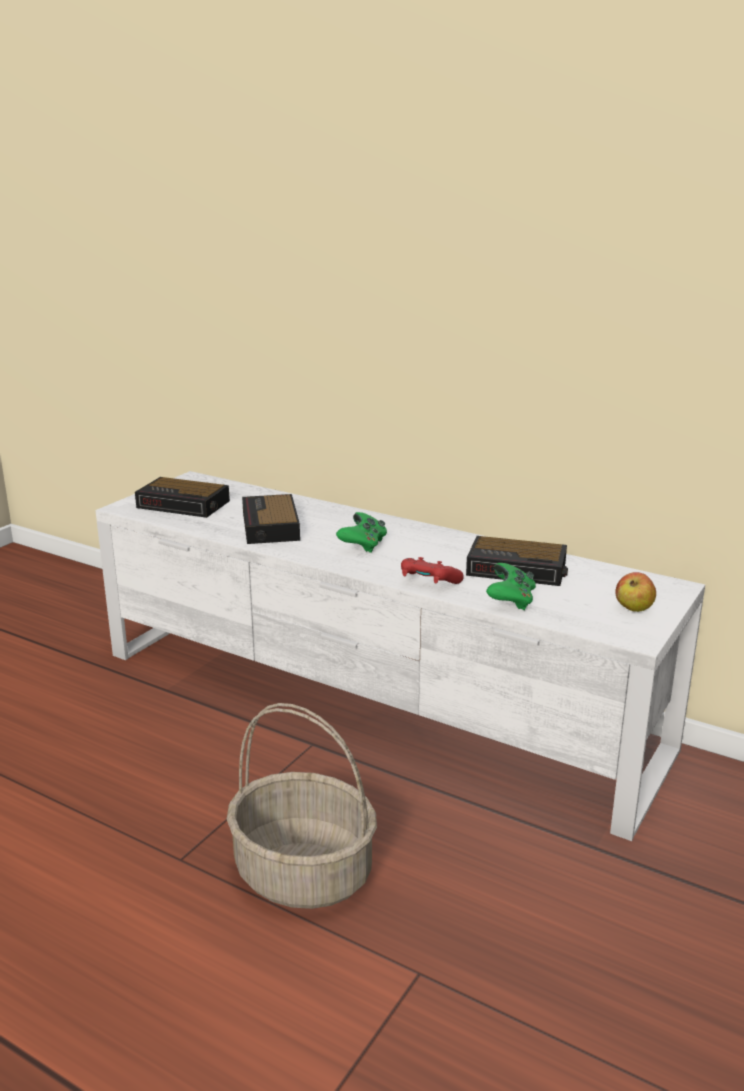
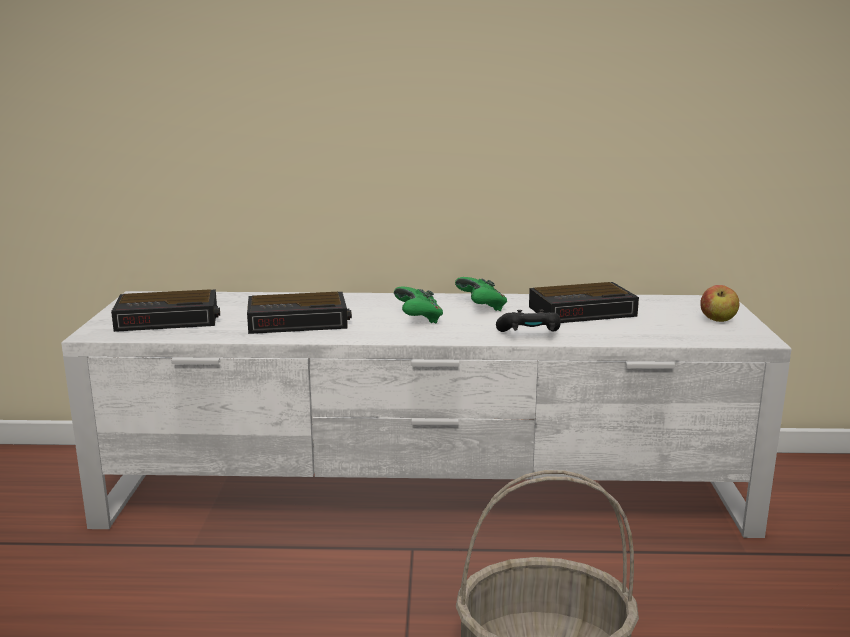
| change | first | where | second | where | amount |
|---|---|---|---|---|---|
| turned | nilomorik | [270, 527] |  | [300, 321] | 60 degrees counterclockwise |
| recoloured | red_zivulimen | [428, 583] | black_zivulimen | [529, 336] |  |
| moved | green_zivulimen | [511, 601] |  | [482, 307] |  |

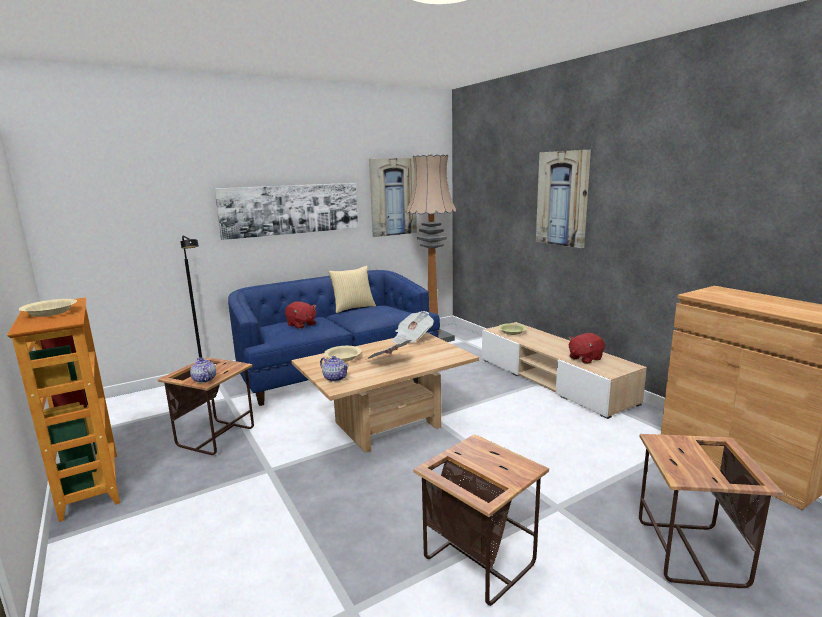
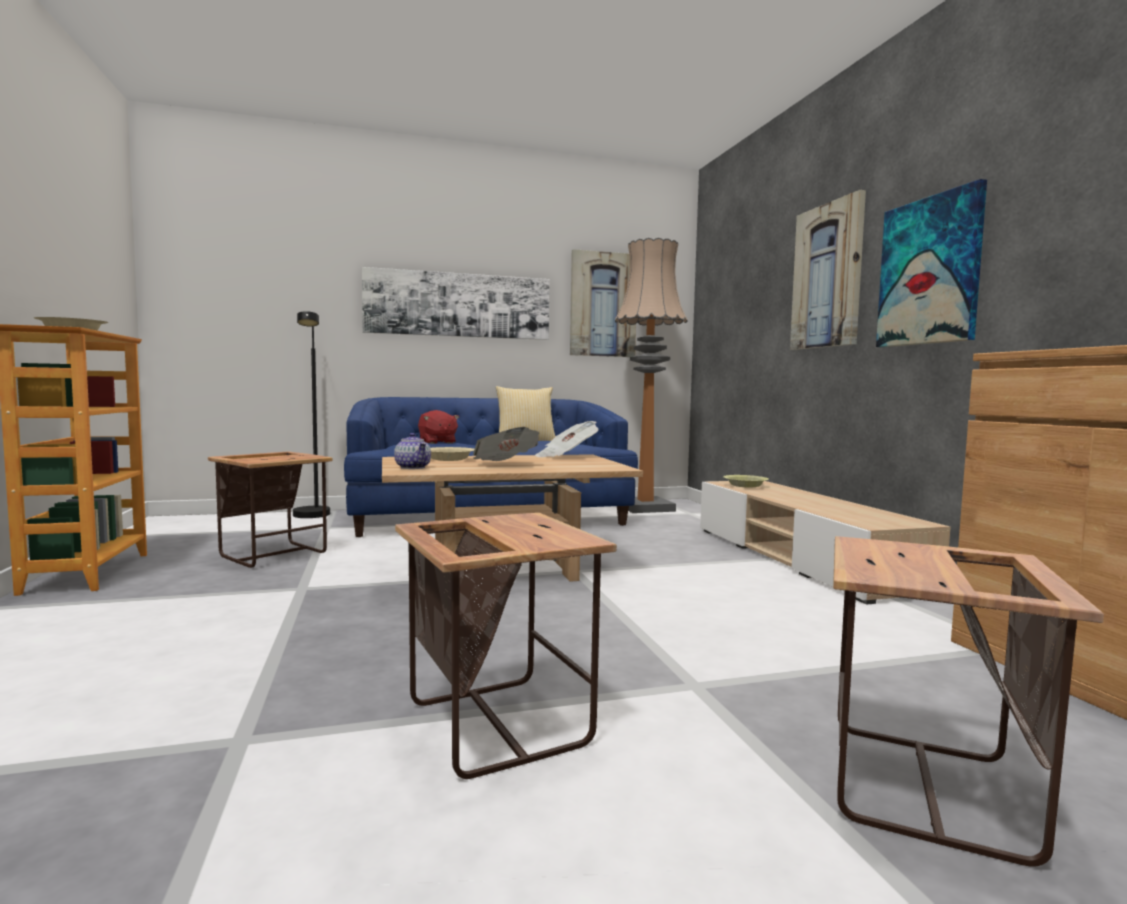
| change | first | where | second | where | amount |
|---|---|---|---|---|---|
| removed | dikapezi | [204, 380] |  |  |  |
| removed | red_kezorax | [585, 358] |  |  |  |
| added |  |  | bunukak | [929, 271] |  |

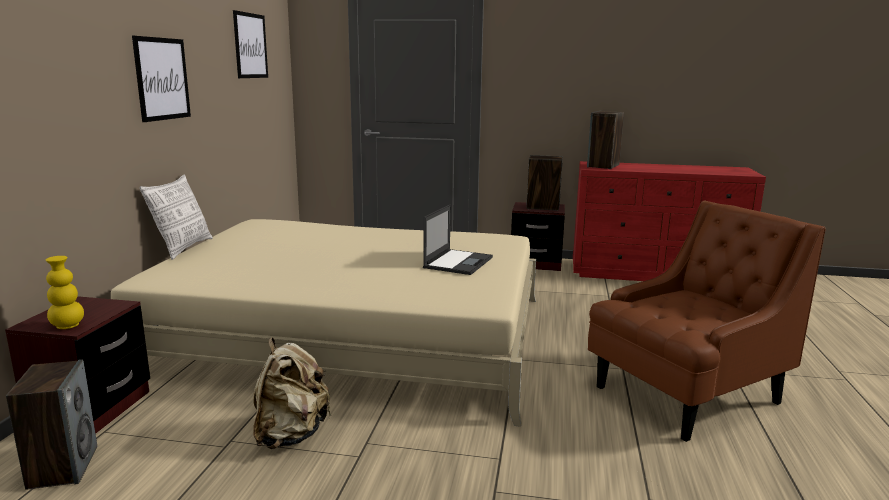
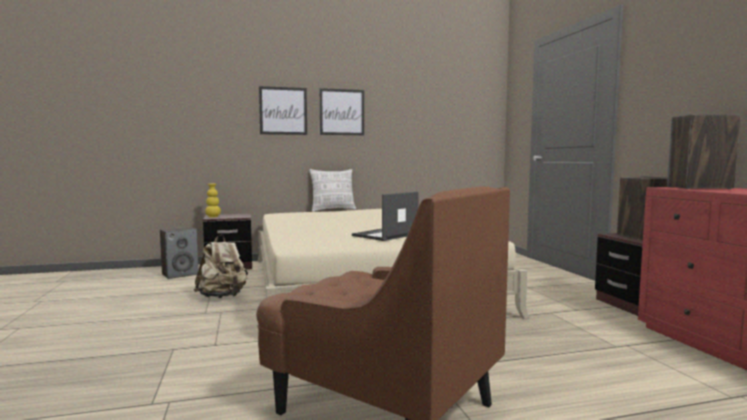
| change | first | where | second | where | amount |
|---|---|---|---|---|---|
| moved | bunukak | [250, 45] |  | [283, 111] |  |
| turned | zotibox | [458, 262] |  | [385, 235] | 135 degrees clockwise |

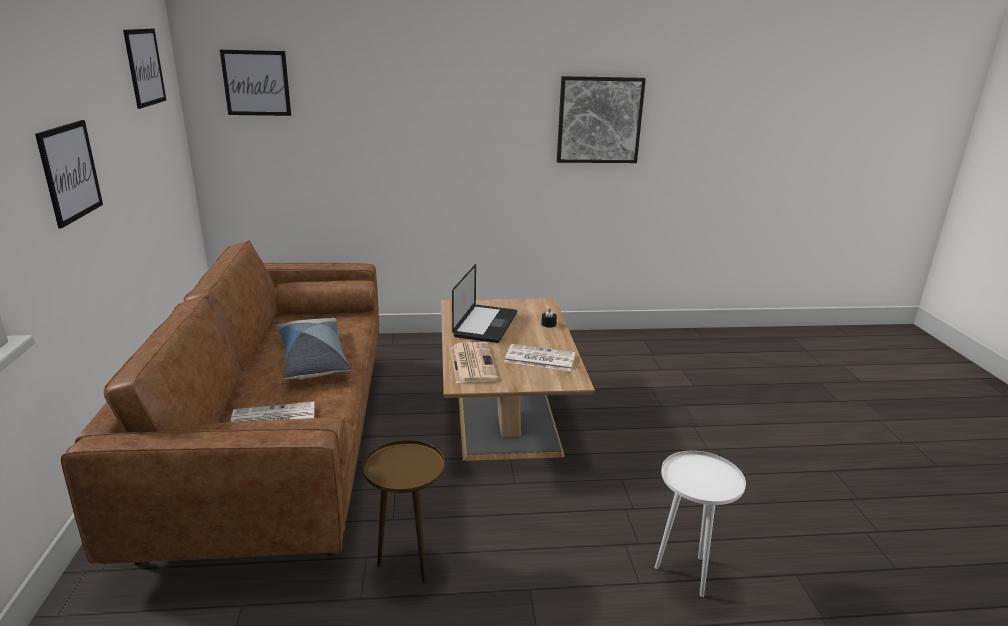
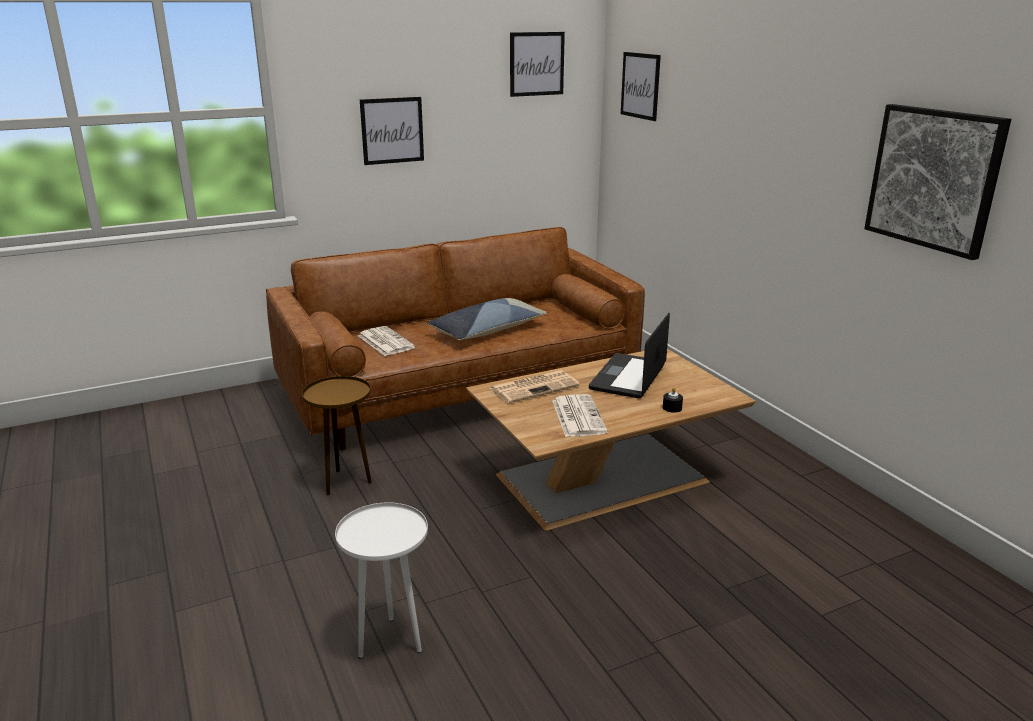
| change | first | where | second | where | amount |
|---|---|---|---|---|---|
| turned | zotibox | [485, 325] |  | [628, 377] | 120 degrees clockwise |

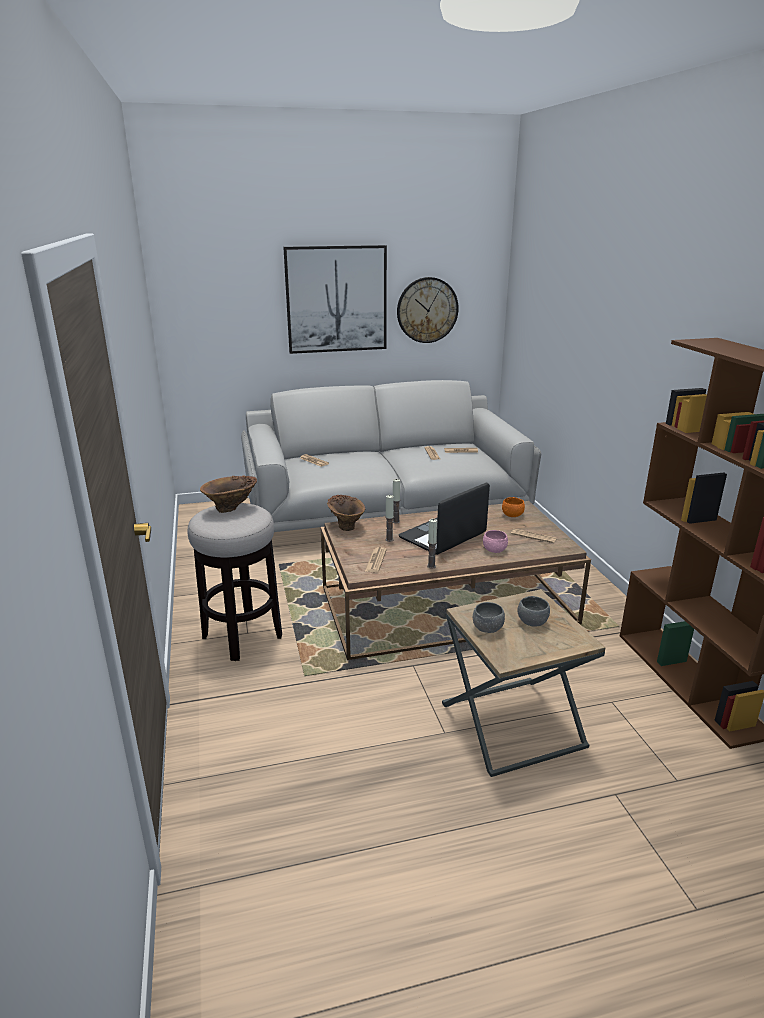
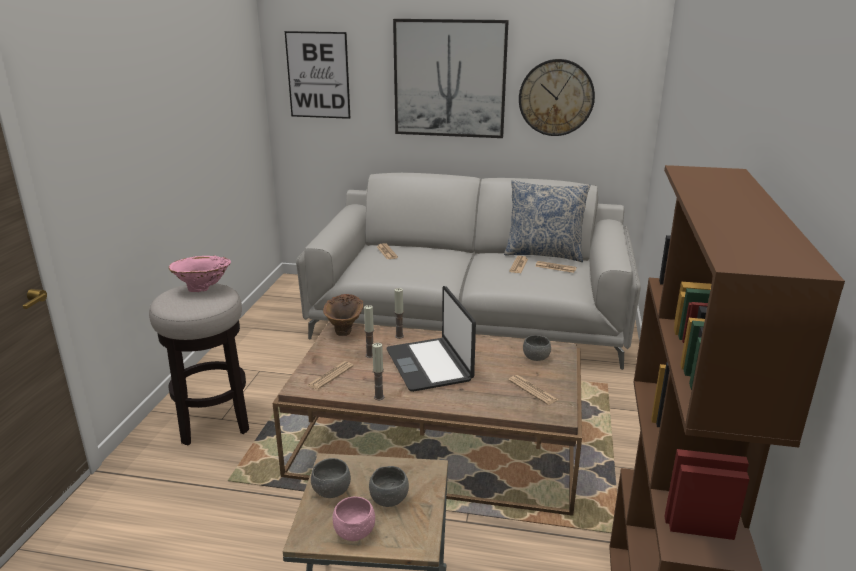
| change | first | where | second | where | amount |
|---|---|---|---|---|---|
| recoloured | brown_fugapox | [231, 509] | pink_fugapox | [203, 289] |  |
| turned | zotibox | [443, 536] |  | [430, 365] | 90 degrees counterclockwise |
| moved | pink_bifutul | [494, 550] |  | [354, 532] |  |
| recoloured | orange_bifutul | [512, 515] | grey_bifutul | [536, 358] |  |
| added |  |  | bunukak | [318, 75] |  |
| added |  |  | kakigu | [544, 254] |  |

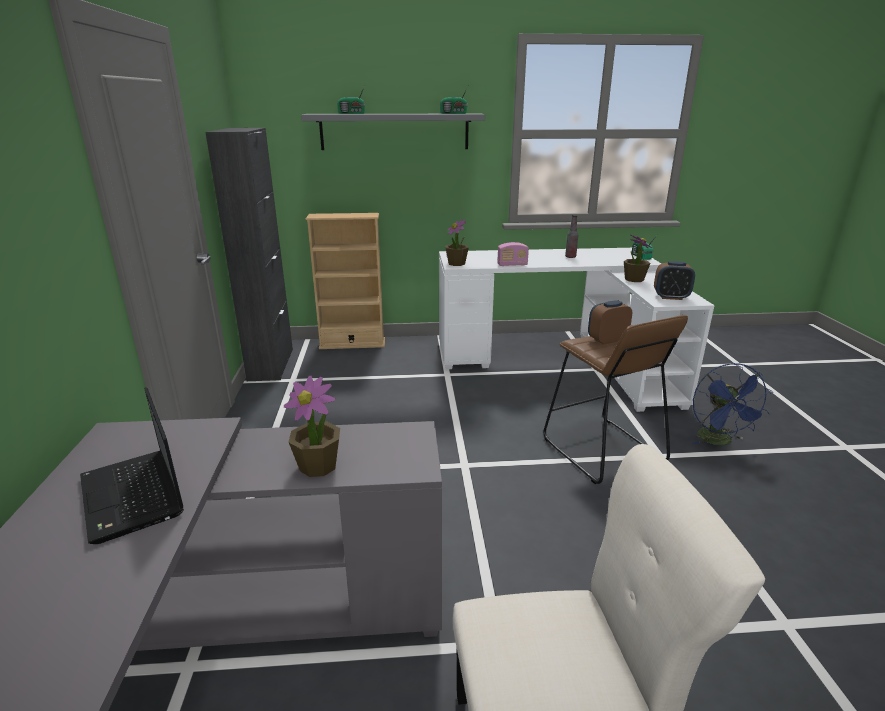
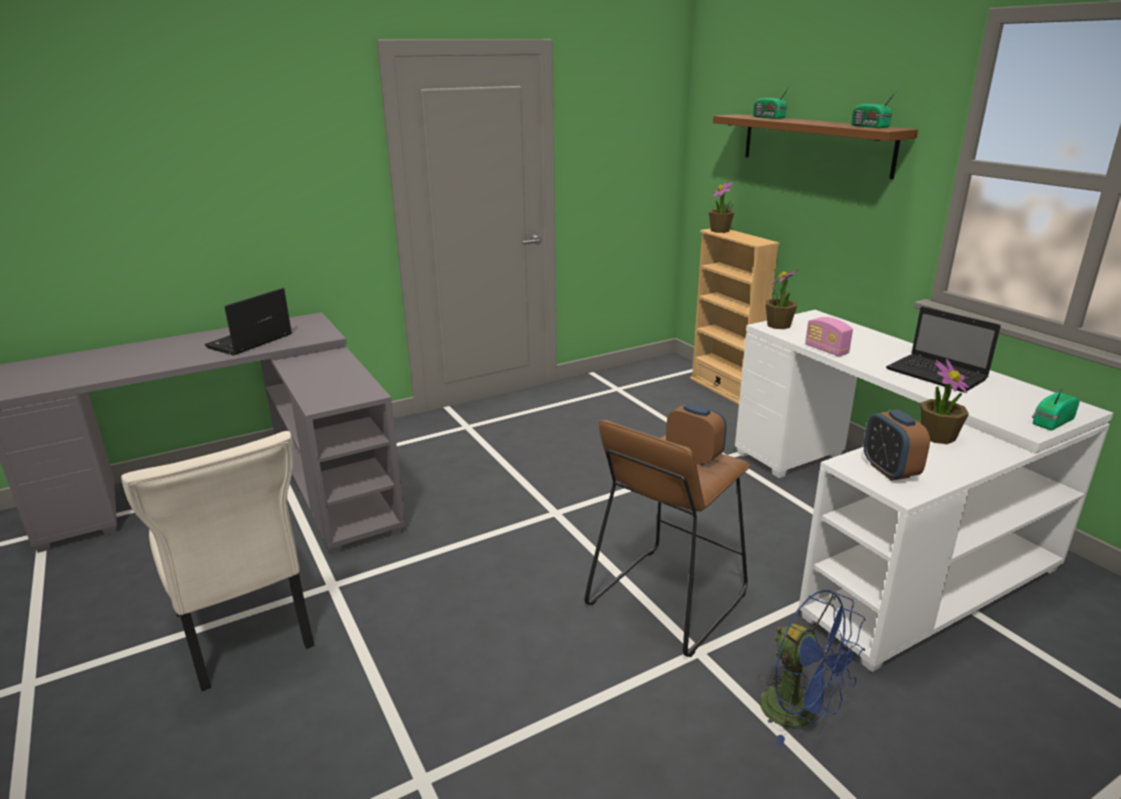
| change | first | where | second | where | amount |
|---|---|---|---|---|---|
| removed | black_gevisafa | [271, 364] |  |  |  |
| moved | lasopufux | [318, 466] |  | [720, 230] |  |
| recoloured | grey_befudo | [394, 131] | brown_befudo | [815, 144] |  |
| replaced | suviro | [570, 257] | zotibox | [938, 375] |  |
| turned | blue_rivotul | [719, 441] |  | [800, 713] | 105 degrees counterclockwise |

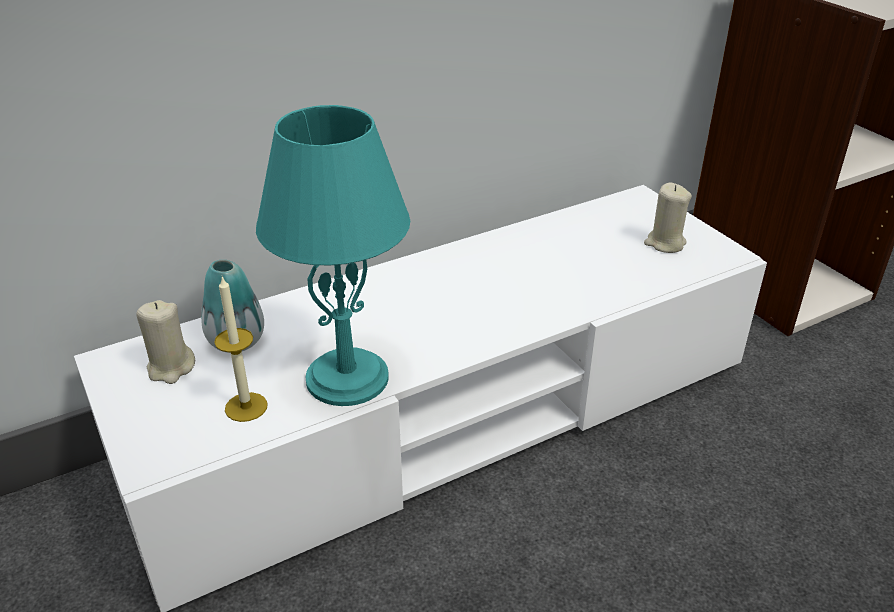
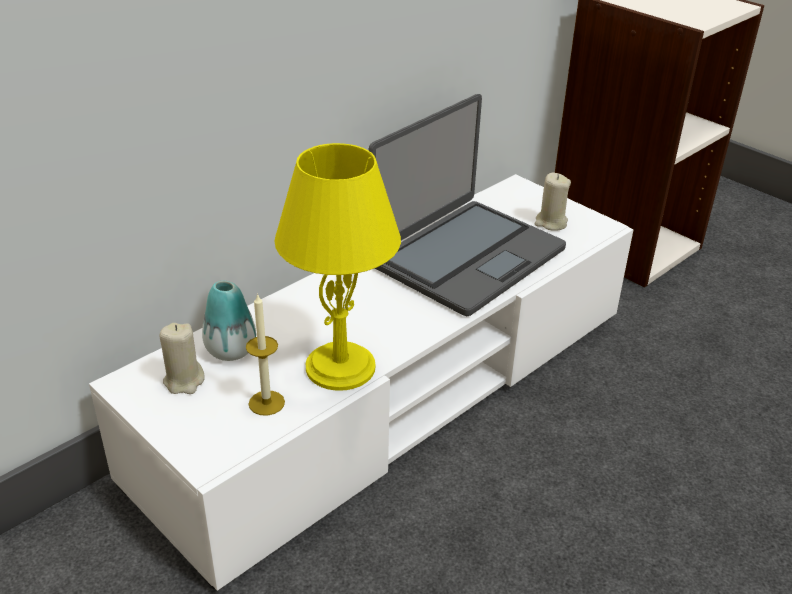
| change | first | where | second | where | amount |
|---|---|---|---|---|---|
| recoloured | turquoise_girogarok | [347, 377] | yellow_girogarok | [340, 366] |  |
| added |  |  | zotibox | [466, 257] |  |

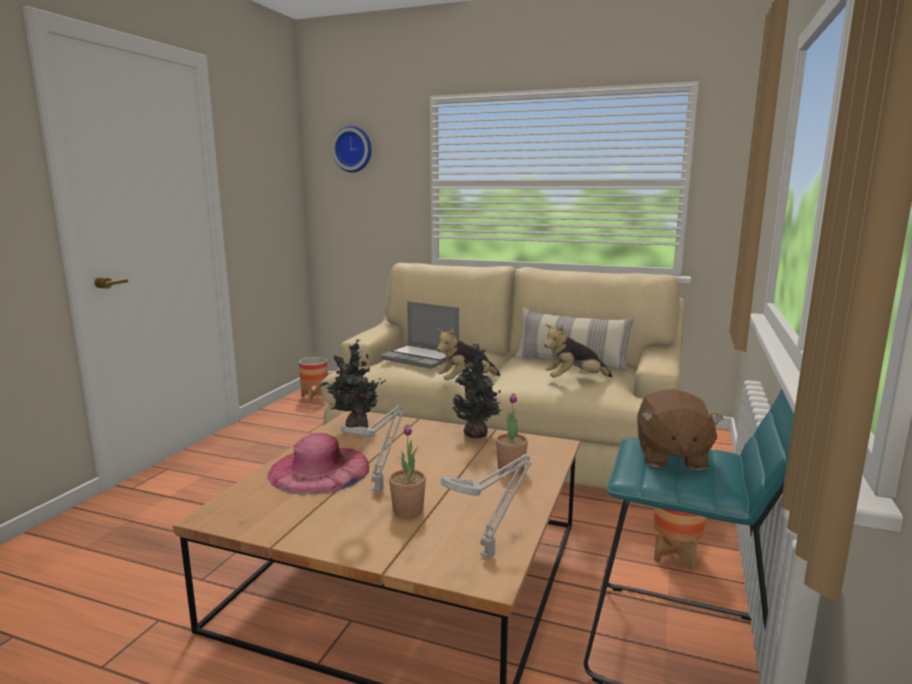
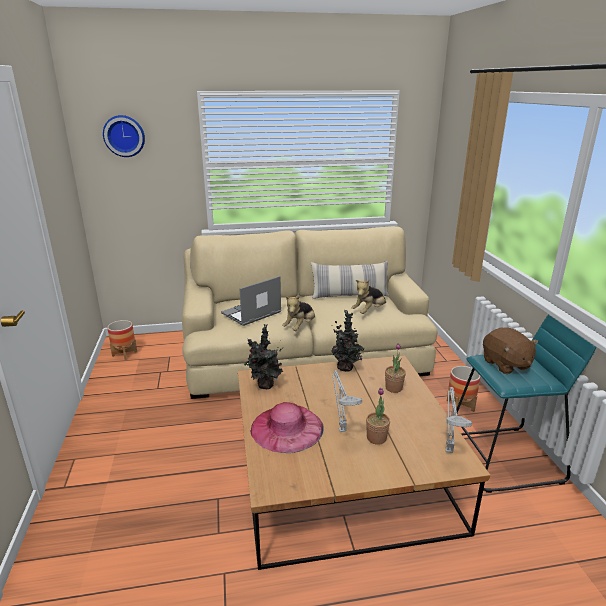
| change | first | where | second | where | amount |
|---|---|---|---|---|---|
| turned | zotibox | [421, 358] |  | [251, 314] | 135 degrees clockwise |

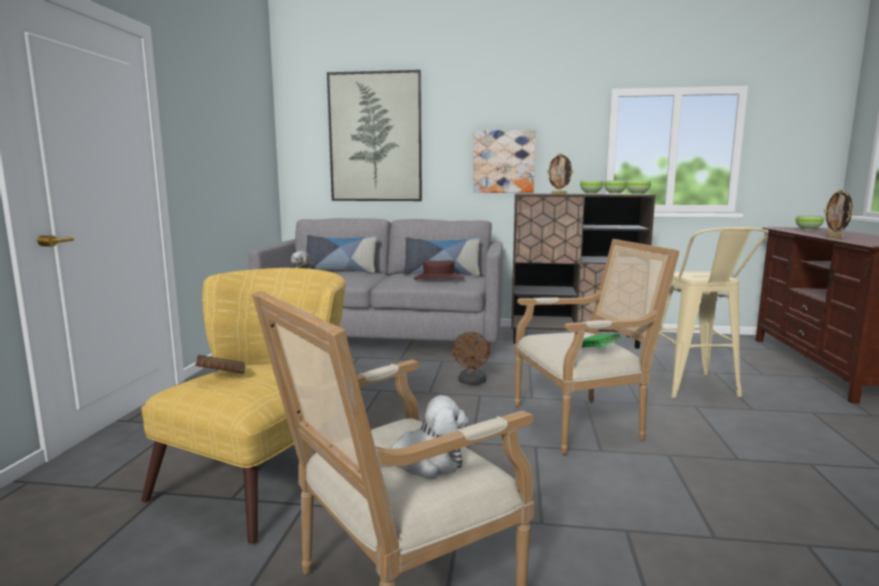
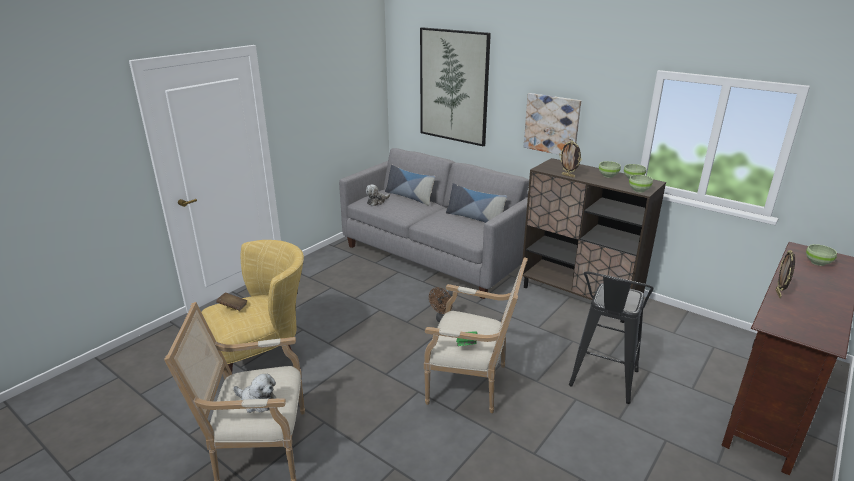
| change | first | where | second | where | amount |
|---|---|---|---|---|---|
| removed | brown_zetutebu | [439, 279] |  |  |  |
| recoloured | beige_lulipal | [695, 389] | black_lulipal | [601, 383] |  |

